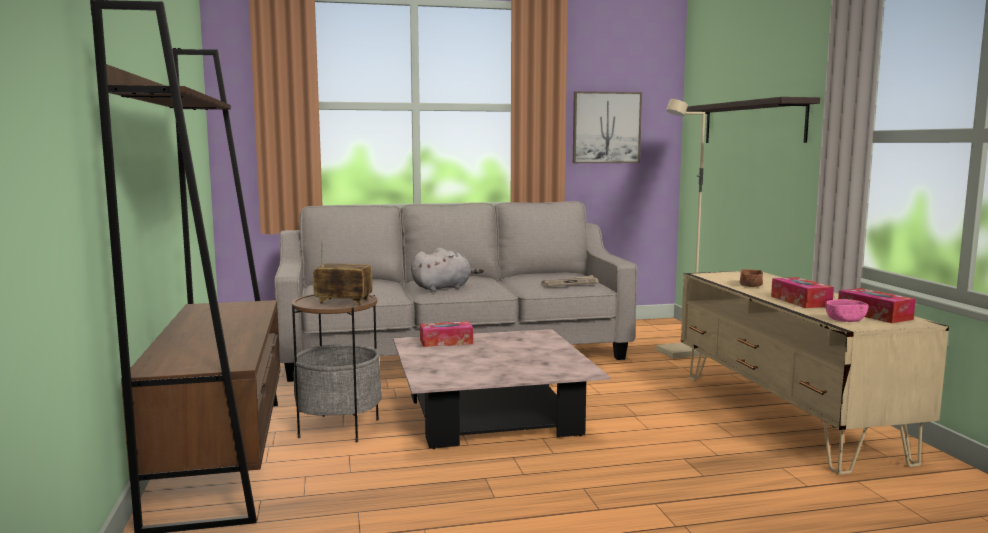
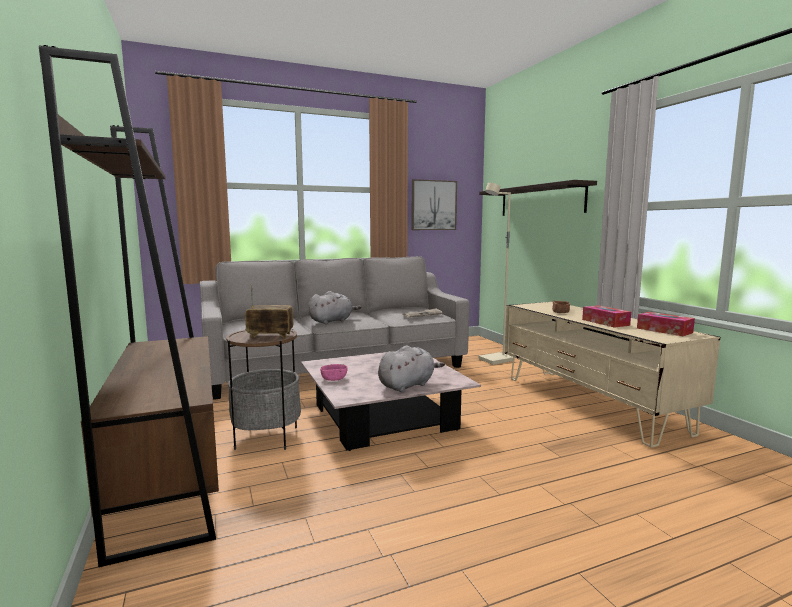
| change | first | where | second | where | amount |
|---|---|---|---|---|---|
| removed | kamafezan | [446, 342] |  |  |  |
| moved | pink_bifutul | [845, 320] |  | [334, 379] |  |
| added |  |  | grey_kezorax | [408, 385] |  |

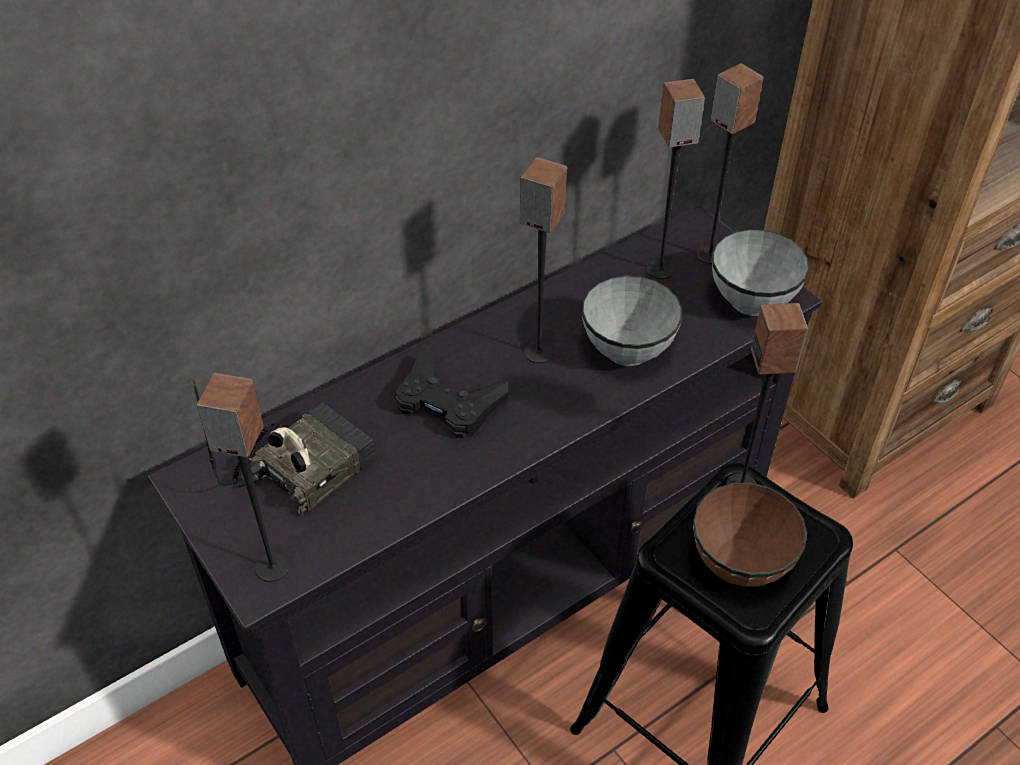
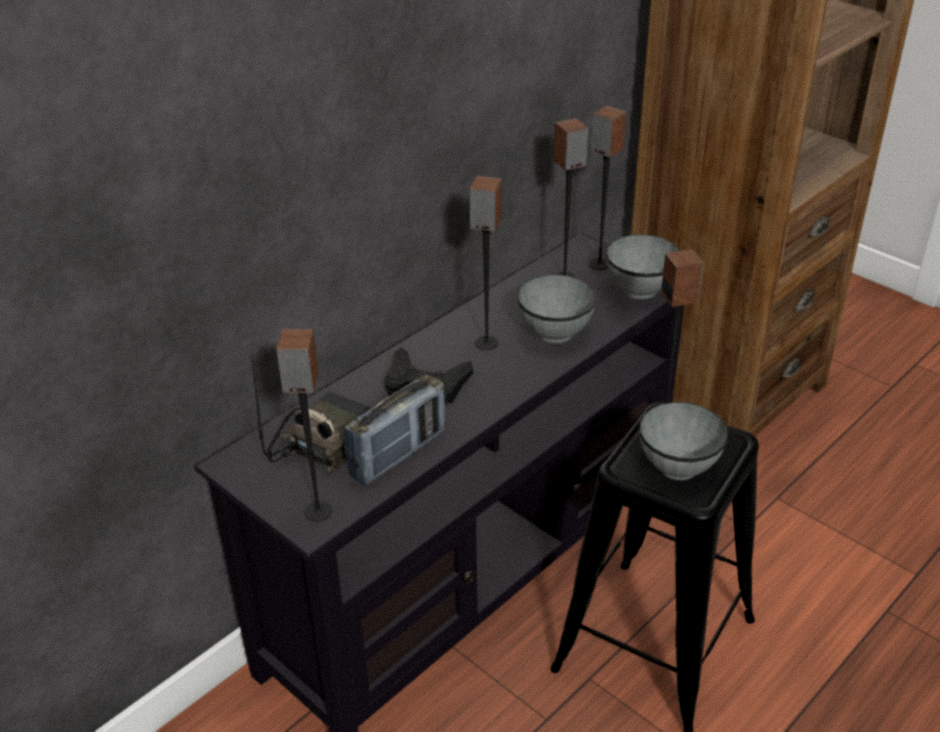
| change | first | where | second | where | amount |
|---|---|---|---|---|---|
| recoloured | brown_bifutul | [739, 562] | grey_bifutul | [677, 466] |  |
| added |  |  | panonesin | [398, 454] |  |

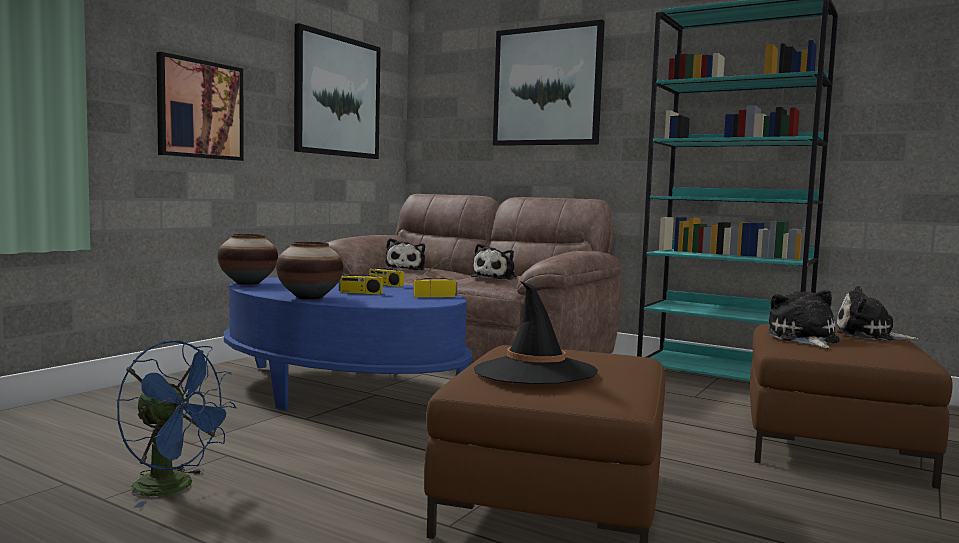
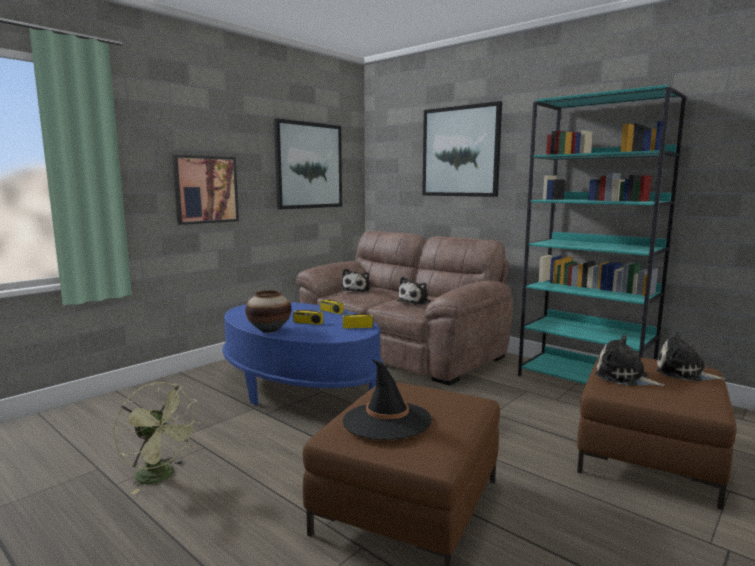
| change | first | where | second | where | amount |
|---|---|---|---|---|---|
| recoloured | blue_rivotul | [174, 488] | green_rivotul | [161, 476] |  |
| removed | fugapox | [248, 283] |  |  |  |
| turned | kezorax | [803, 339] |  | [624, 377] | 60 degrees counterclockwise |

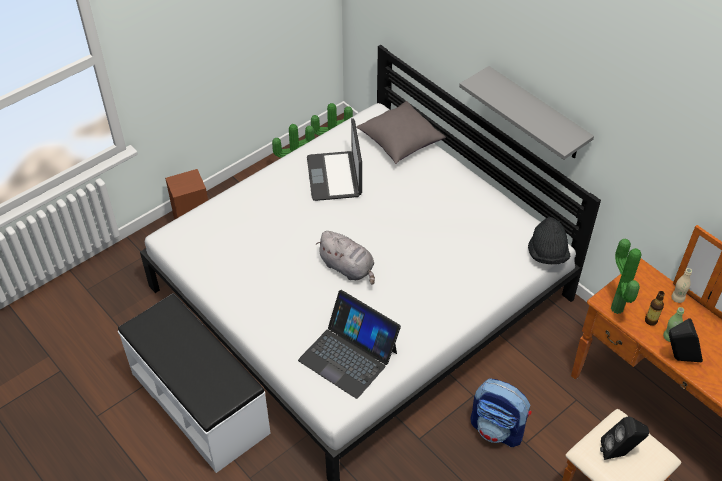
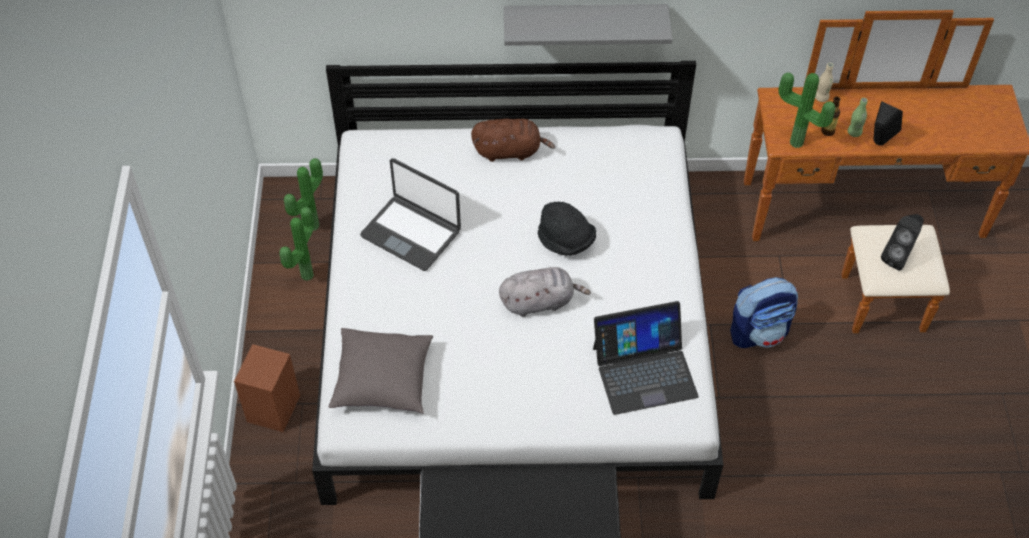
| change | first | where | second | where | amount |
|---|---|---|---|---|---|
| moved | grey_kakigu | [400, 142] |  | [382, 381] |  |
| moved | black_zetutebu | [547, 254] |  | [566, 241] |  |
| added |  |  | brown_kezorax | [510, 151] |  |

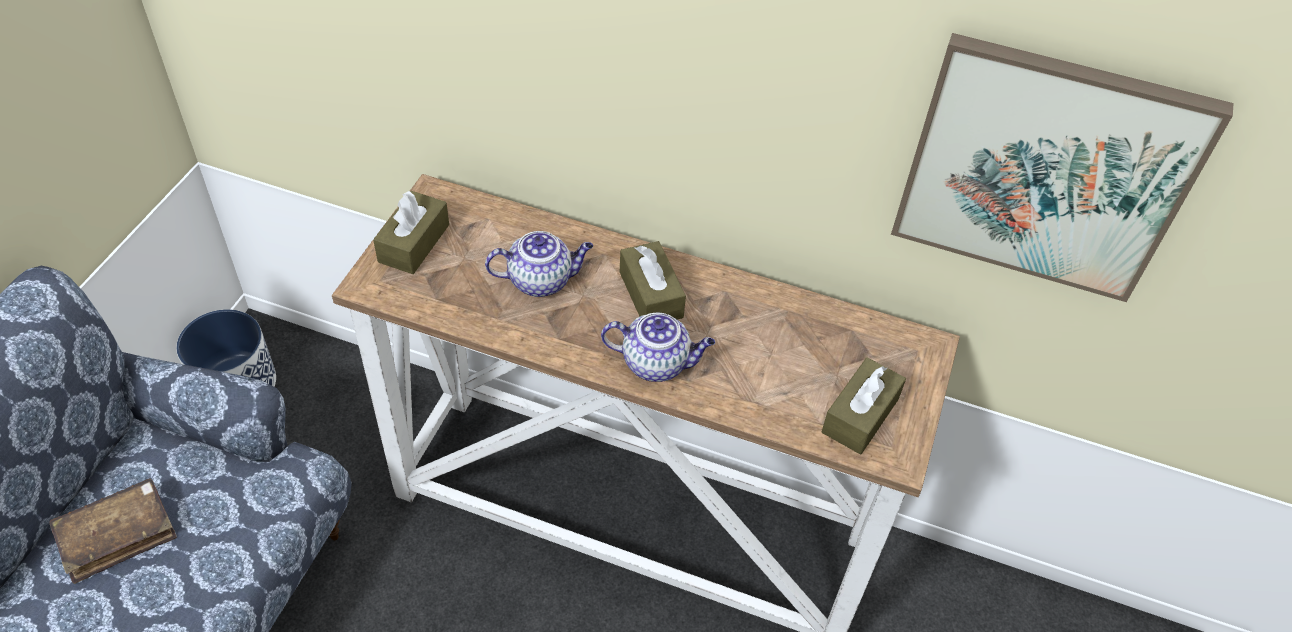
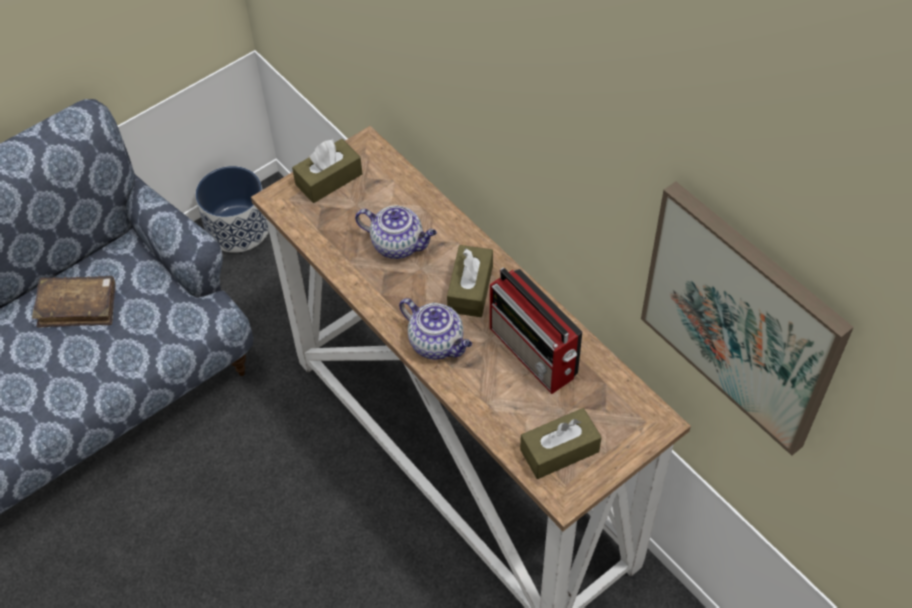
| change | first | where | second | where | amount |
|---|---|---|---|---|---|
| added |  |  | panonesin | [534, 354] |  |

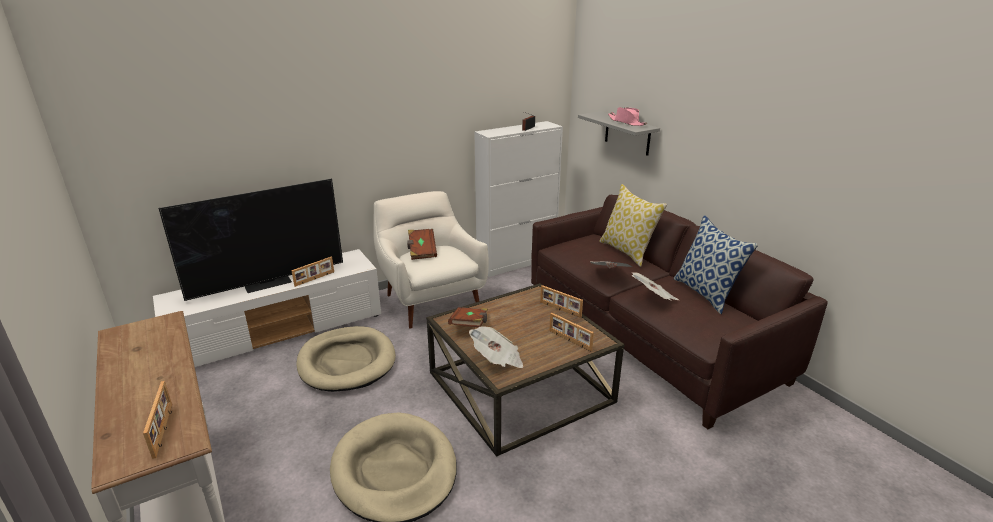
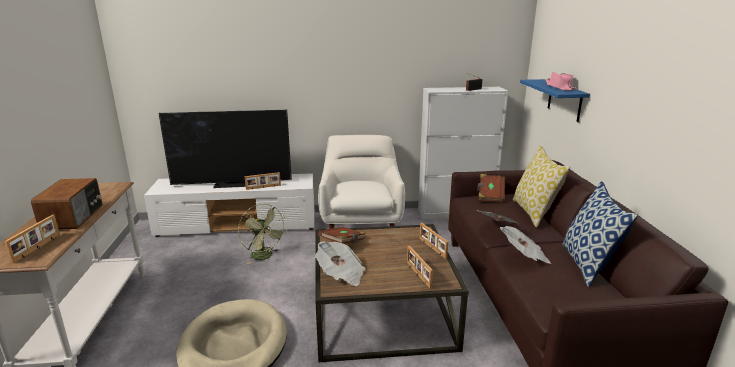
| change | first | where | second | where | amount |
|---|---|---|---|---|---|
| replaced | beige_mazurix | [347, 362] | green_rivotul | [264, 257] |  |
| moved | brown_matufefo | [421, 251] |  | [490, 195] |  |
| recoloured | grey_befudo | [627, 133] | blue_befudo | [564, 100] |  |
| added |  |  | panonesin | [74, 217] |  |

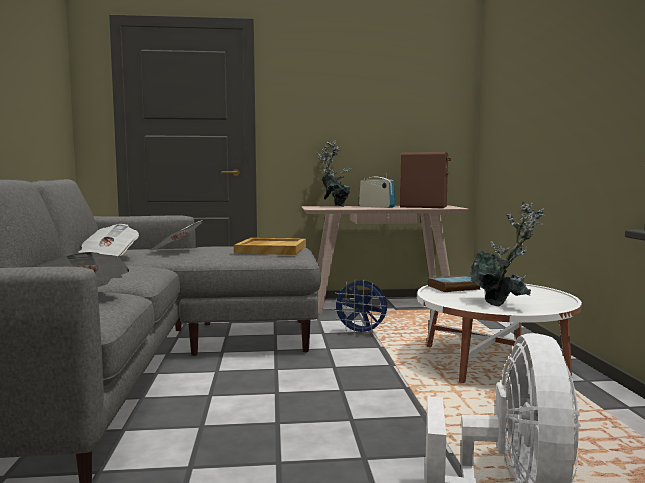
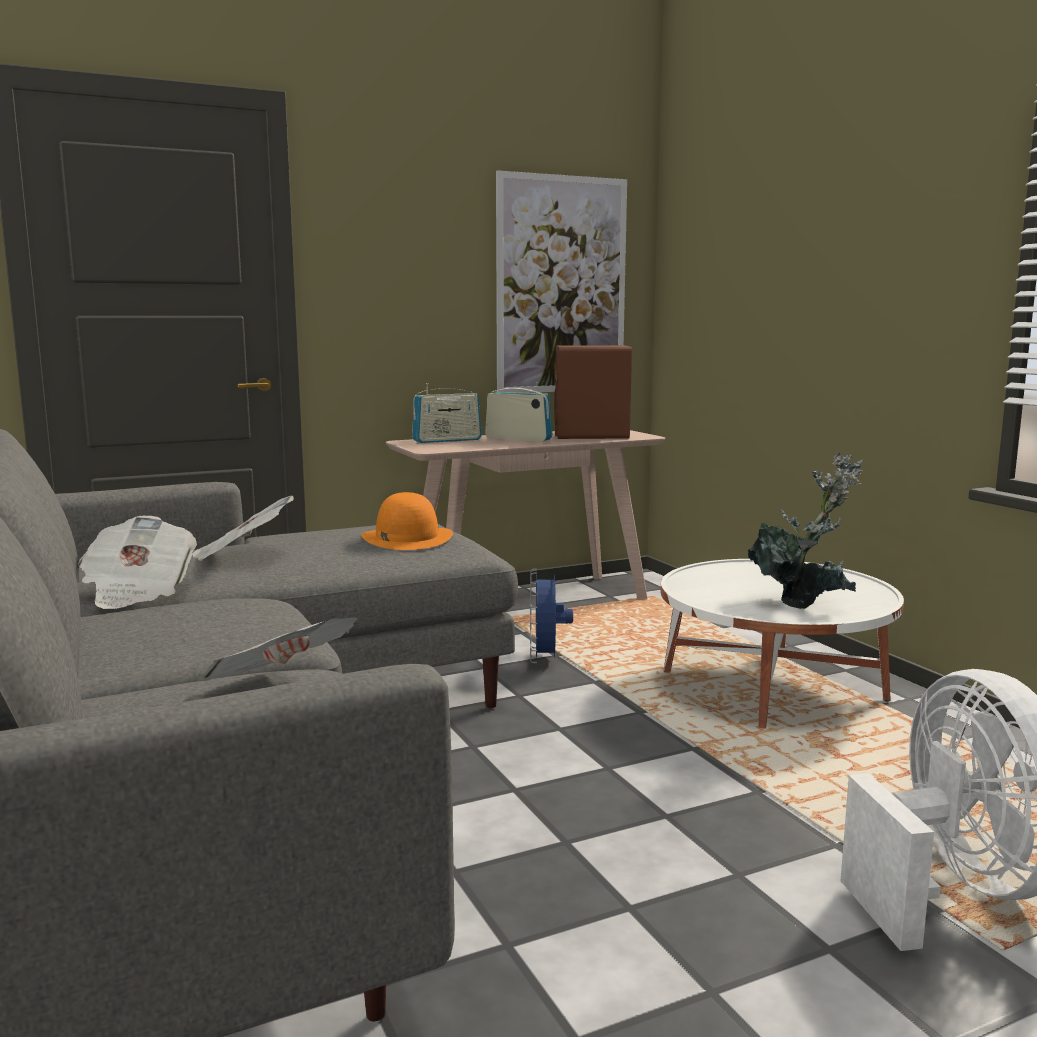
| change | first | where | second | where | amount |
|---|---|---|---|---|---|
| replaced | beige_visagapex | [271, 249] | orange_zetutebu | [407, 538] |  |
| replaced | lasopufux | [335, 206] | panonesin | [447, 440] |  |
| turned | blue_rivotul | [361, 333] |  | [545, 660] | 90 degrees clockwise |
| removed | matufefo | [453, 287] |  |  |  |
| added |  |  | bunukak | [561, 285] |  |

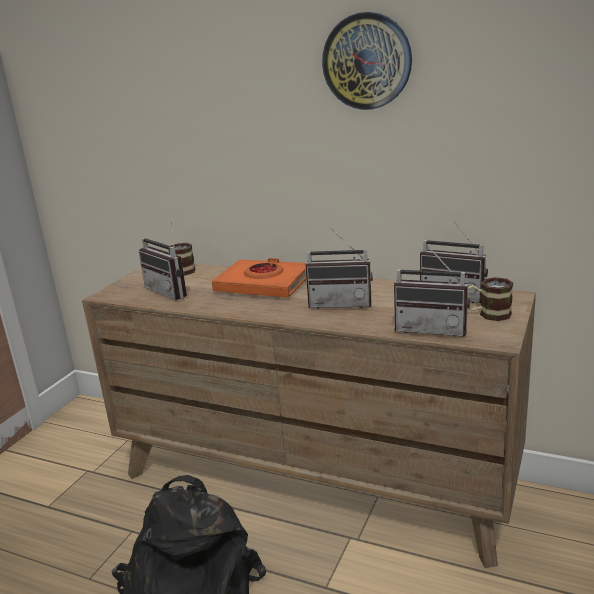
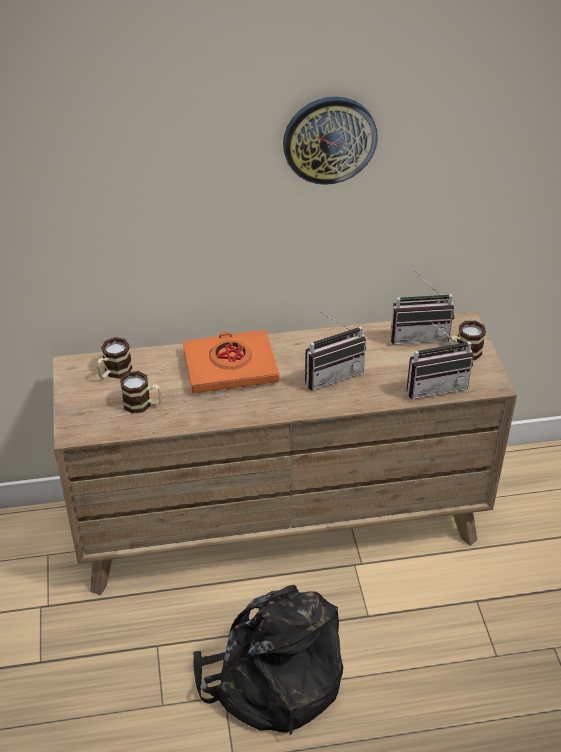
| change | first | where | second | where | amount |
|---|---|---|---|---|---|
| replaced | panonesin | [172, 291] | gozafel | [143, 404] |  |

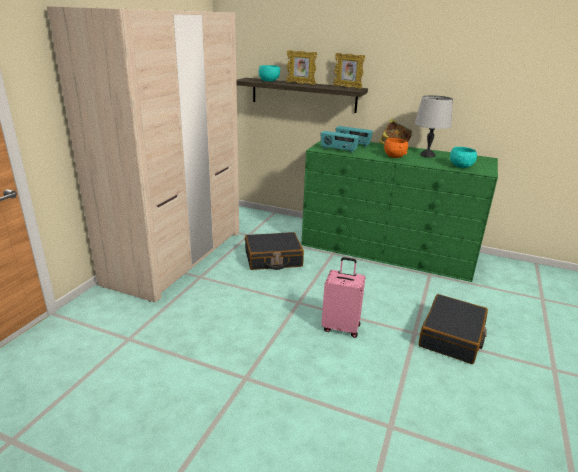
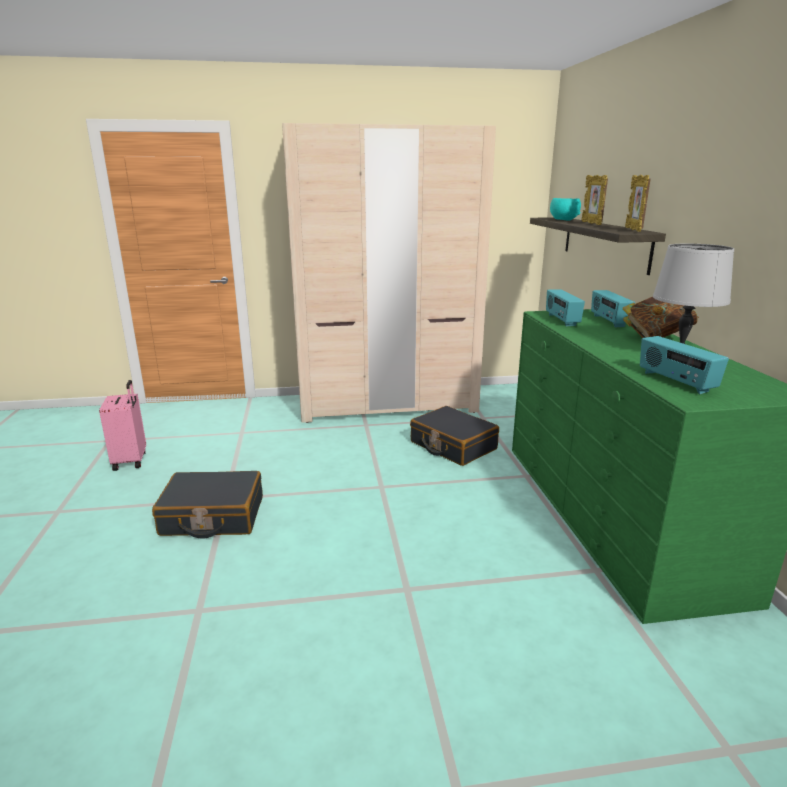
| change | first | where | second | where | amount |
|---|---|---|---|---|---|
| moved | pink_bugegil | [341, 327] |  | [131, 461] |  |
| removed | orange_bifutul | [394, 156] |  |  |  |
| moved | black_bugegil | [452, 337] |  | [212, 516] |  |
| replaced | turquoise_bifutul | [461, 166] | panonesin | [675, 382] |  |

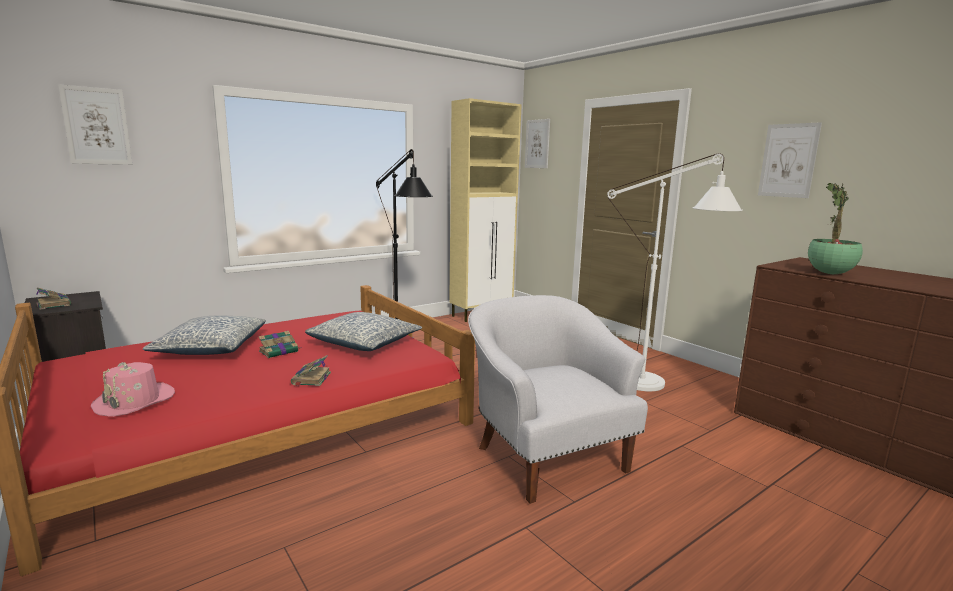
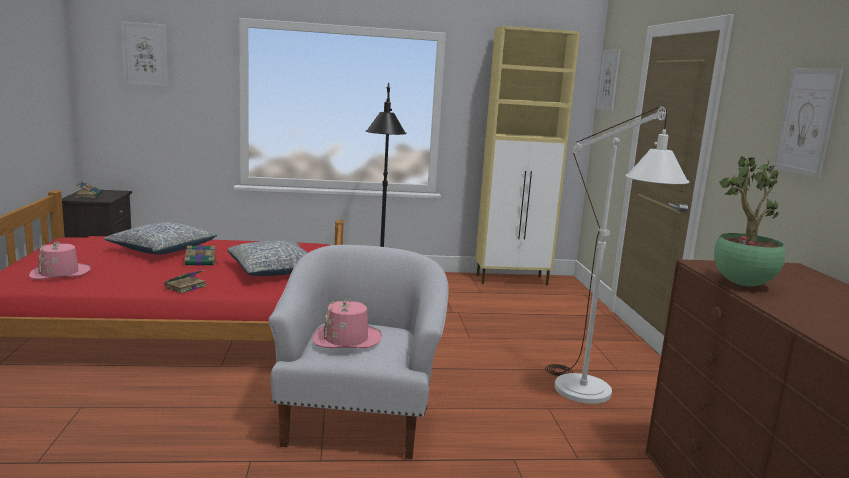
| change | first | where | second | where | amount |
|---|---|---|---|---|---|
| added |  |  | pink_zetutebu | [347, 339] |  |

